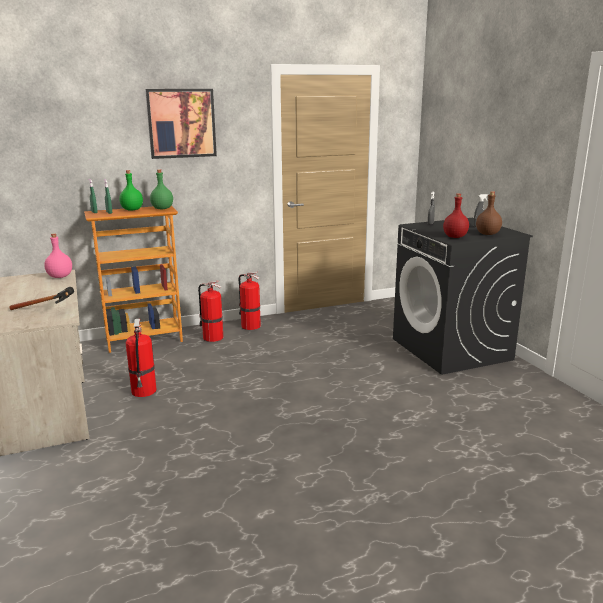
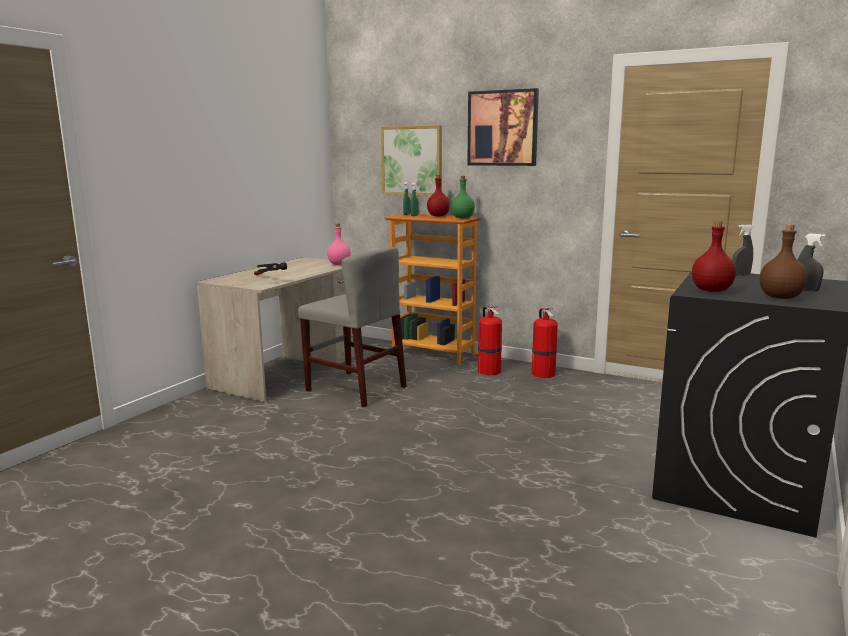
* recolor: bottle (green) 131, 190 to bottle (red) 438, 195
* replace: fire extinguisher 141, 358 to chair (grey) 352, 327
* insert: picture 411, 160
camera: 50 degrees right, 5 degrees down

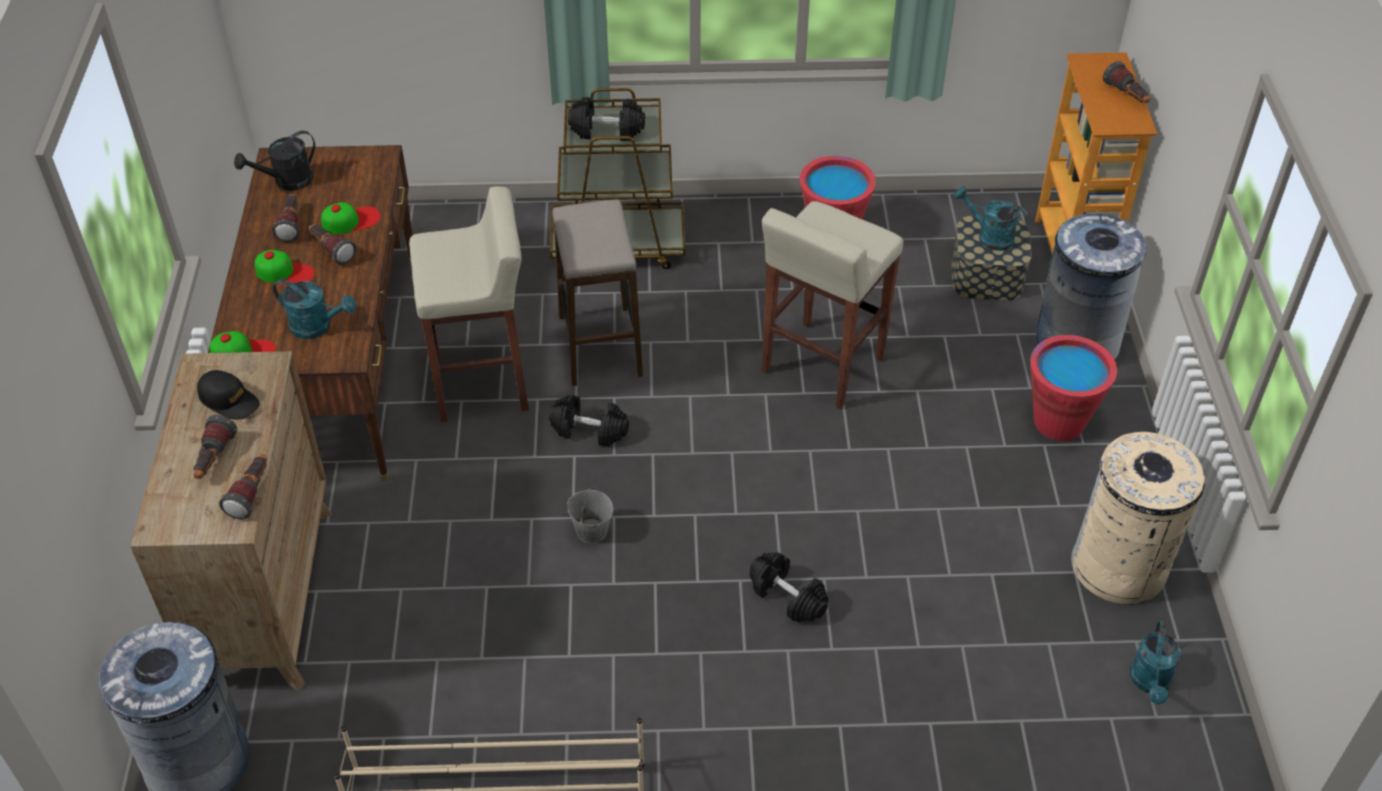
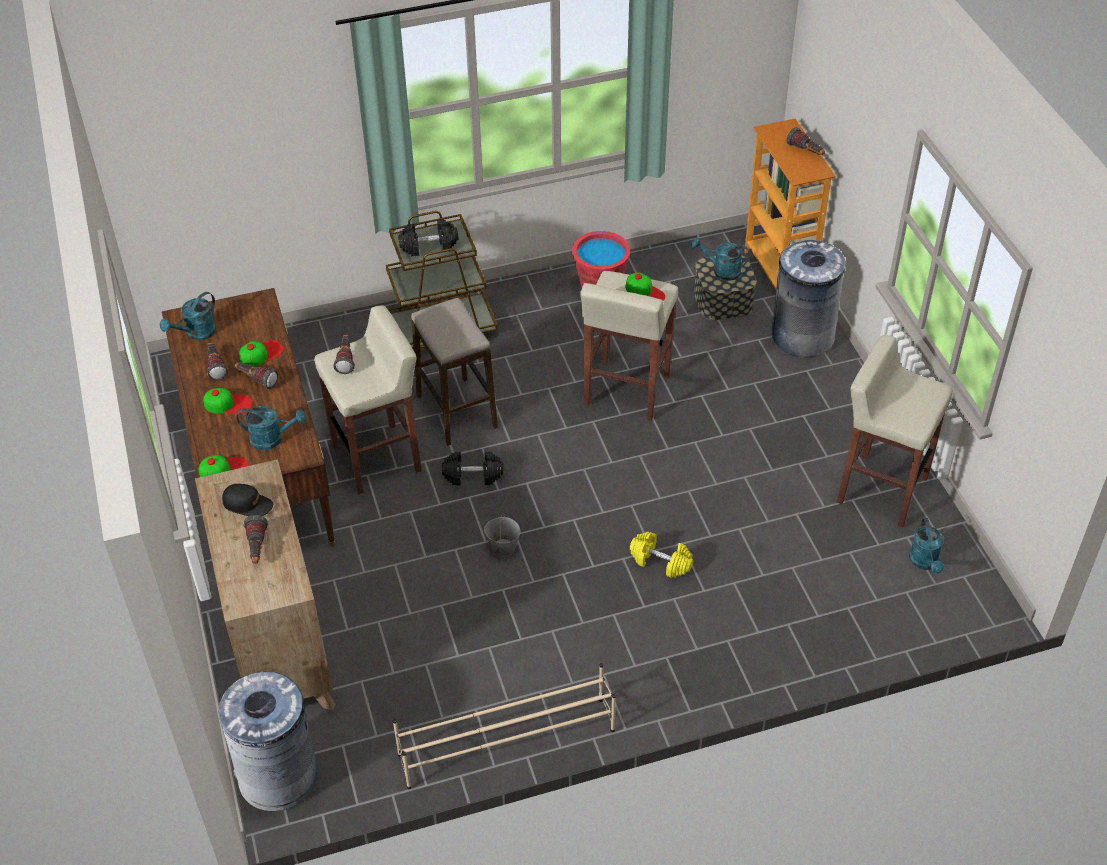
* recolor: watering can (black) 274, 161 to watering can (turquoise) 188, 316
* delete: bucket (red) 1073, 388
* replace: trash can (beige) 1138, 518 to stool (beige) 895, 431
* move: flashlight 243, 486 to 344, 354
* recolor: dumbbell (black) 789, 587 to dumbbell (yellow) 661, 555
* insert: cap 645, 287
camera: 15 degrees left, 0 degrees up

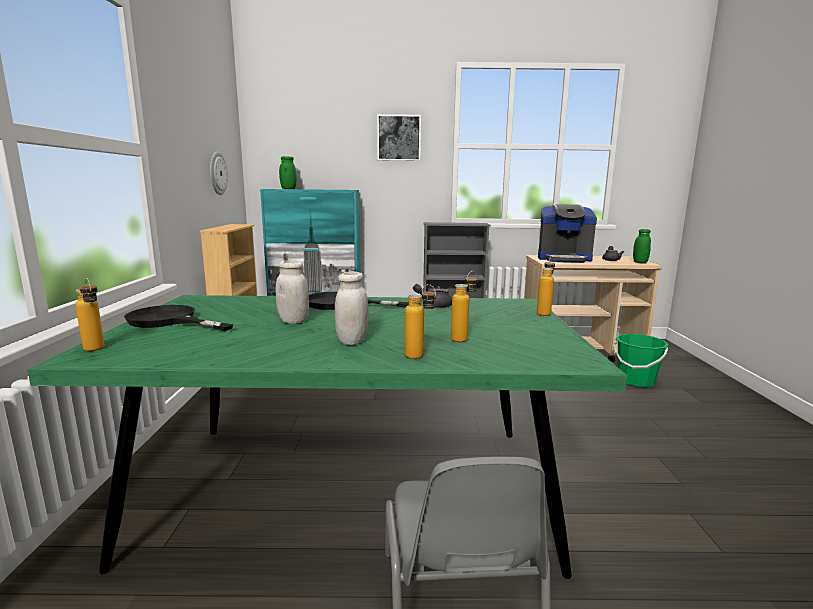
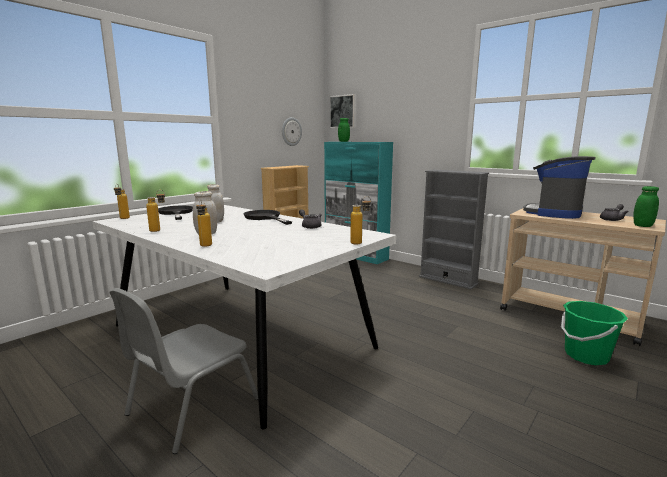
* move: picture 399, 137 to 342, 111
* rotate: coffee machine 567, 233 = 559, 187 75 degrees clockwise
* move: bottle 464, 306 to 155, 211
* recolor: dining table (green) 327, 437 to dining table (white) 244, 317
camera: 40 degrees right, 0 degrees up

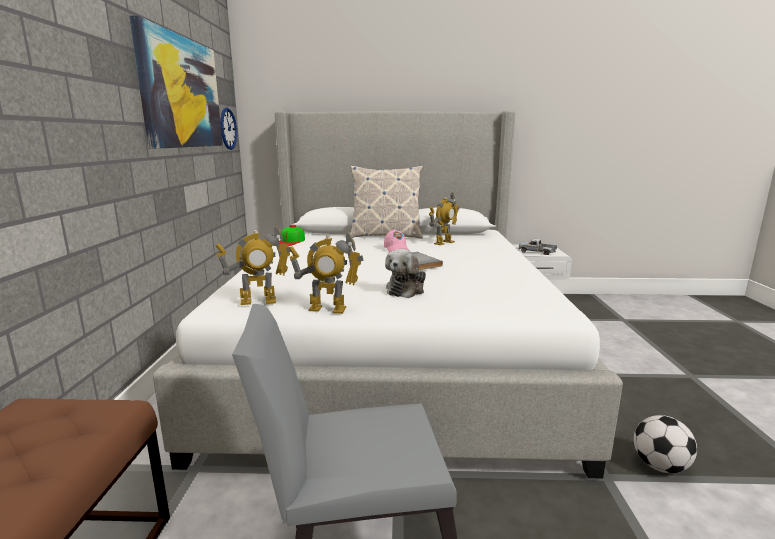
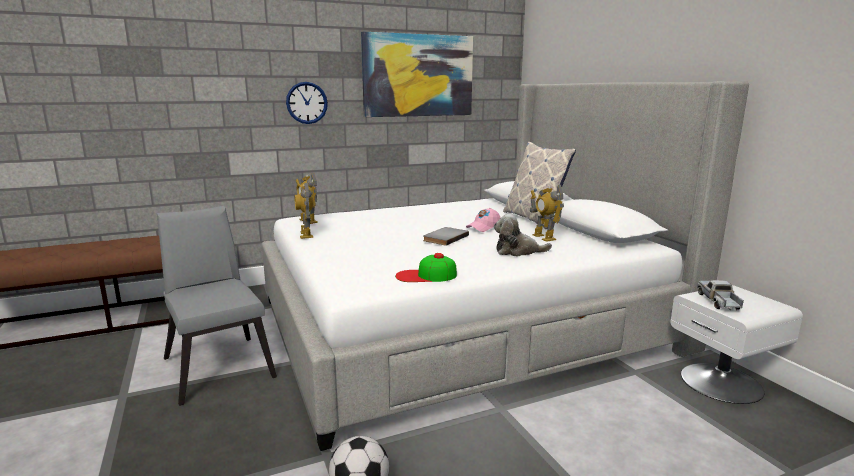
* move: wall clock 228, 129 to 307, 103
* rotate: toy robot 444, 219 = 547, 213 45 degrees clockwise
* move: cap 289, 235 to 426, 267
* move: plush toy 405, 273 to 523, 235
camera: 65 degrees right, 0 degrees up

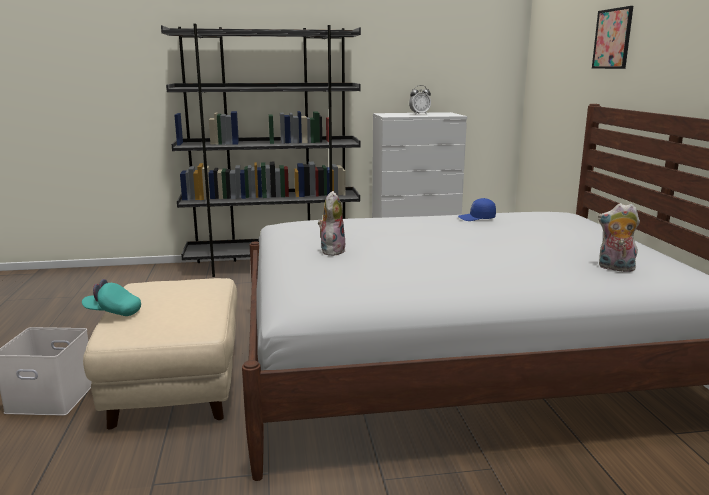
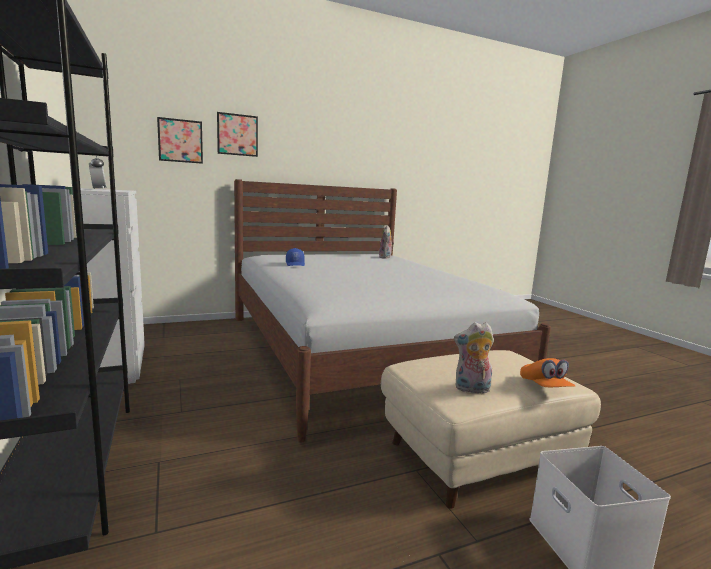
* move: plush toy 331, 223 to 474, 357
* recolor: cap (turquoise) 111, 297 to cap (orange) 547, 372
* insert: picture 180, 140
camera: 105 degrees left, 5 degrees down

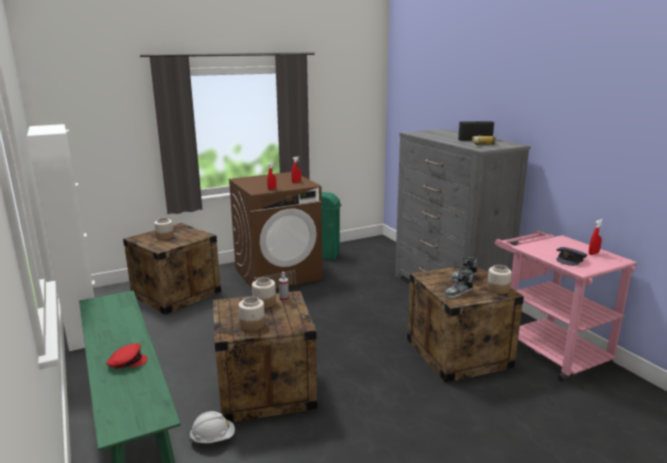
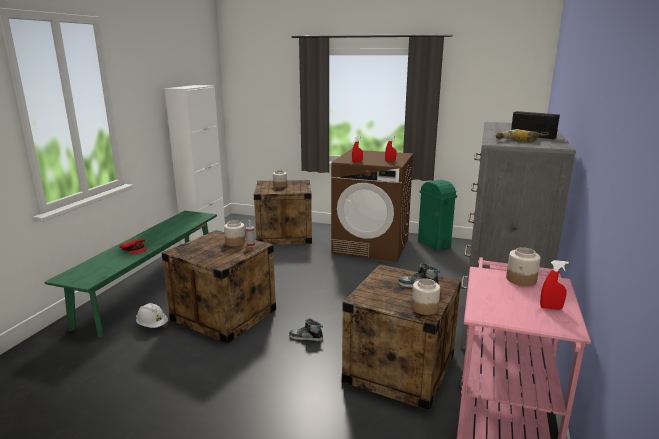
* delete: cap (grey) 572, 256
* move: shoe 459, 284 to 306, 330
* move: jar 252, 314 to 523, 266
camera: 45 degrees right, 0 degrees up

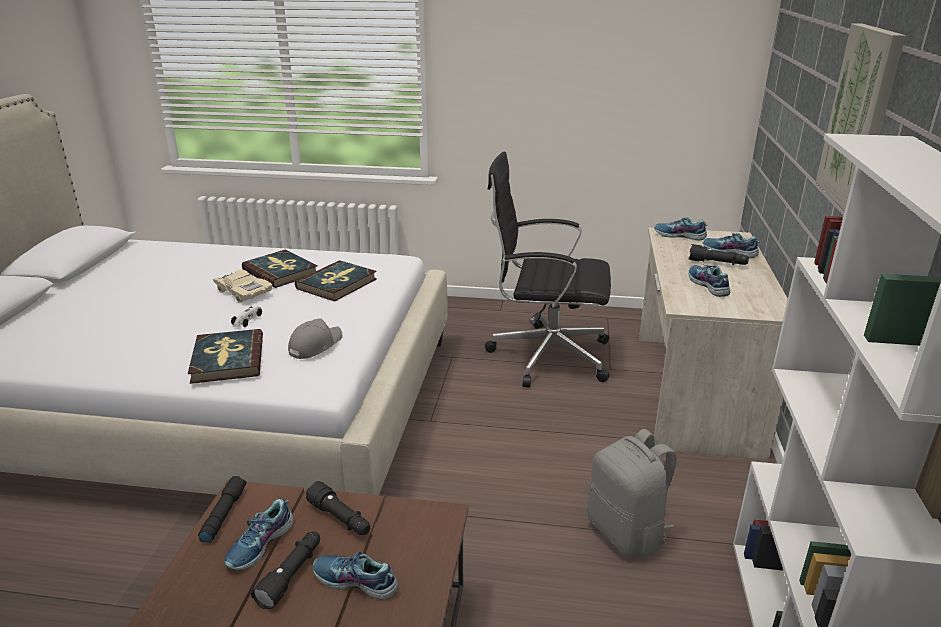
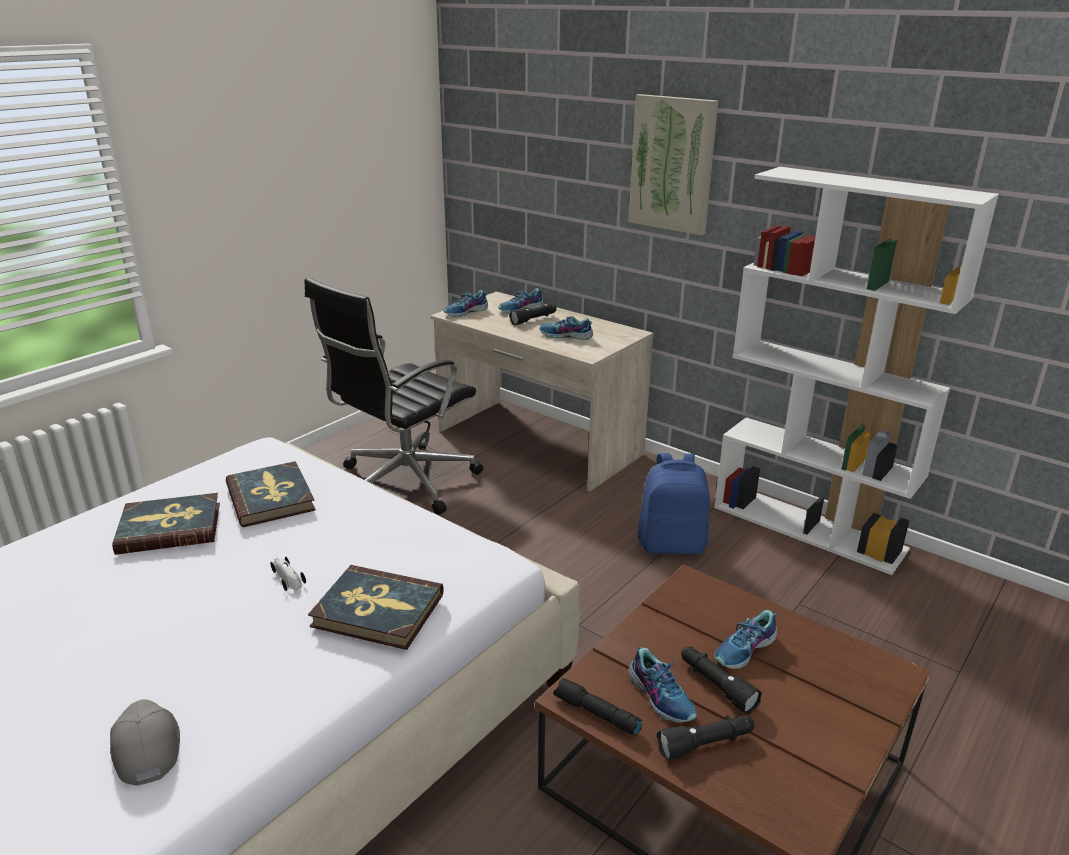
* delete: toy car (beige) 242, 286
* move: cap (grey) 315, 339 to 145, 742
* recolor: backpack (grey) 632, 493 to backpack (blue) 674, 503
* move: flashlight (black) 338, 508 to 705, 737
camera: 60 degrees left, 0 degrees up

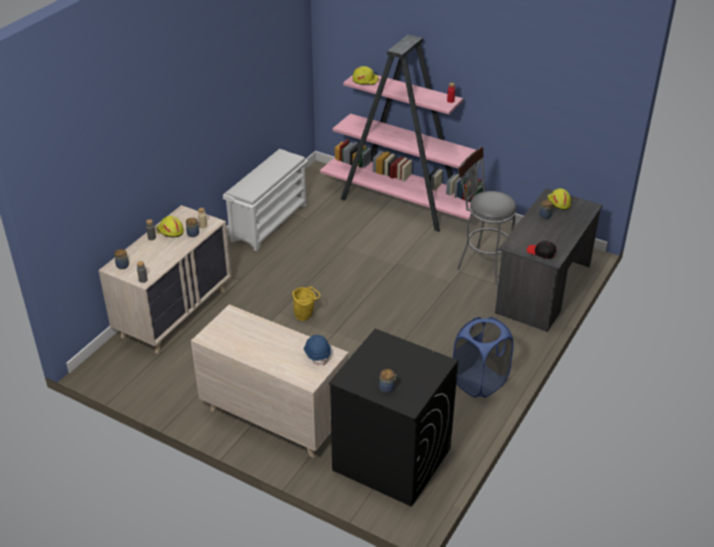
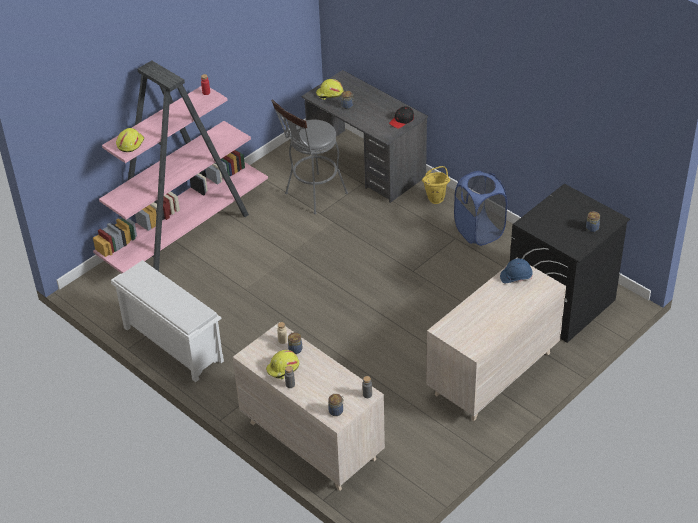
* move: bucket (yellow) 306, 304 to 436, 185
camera: 75 degrees left, 5 degrees up

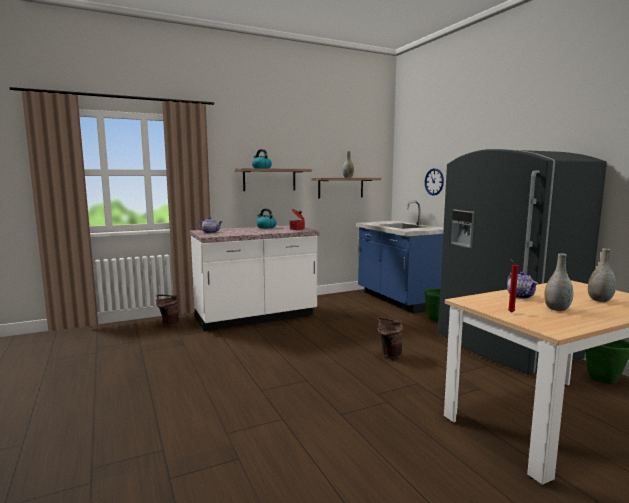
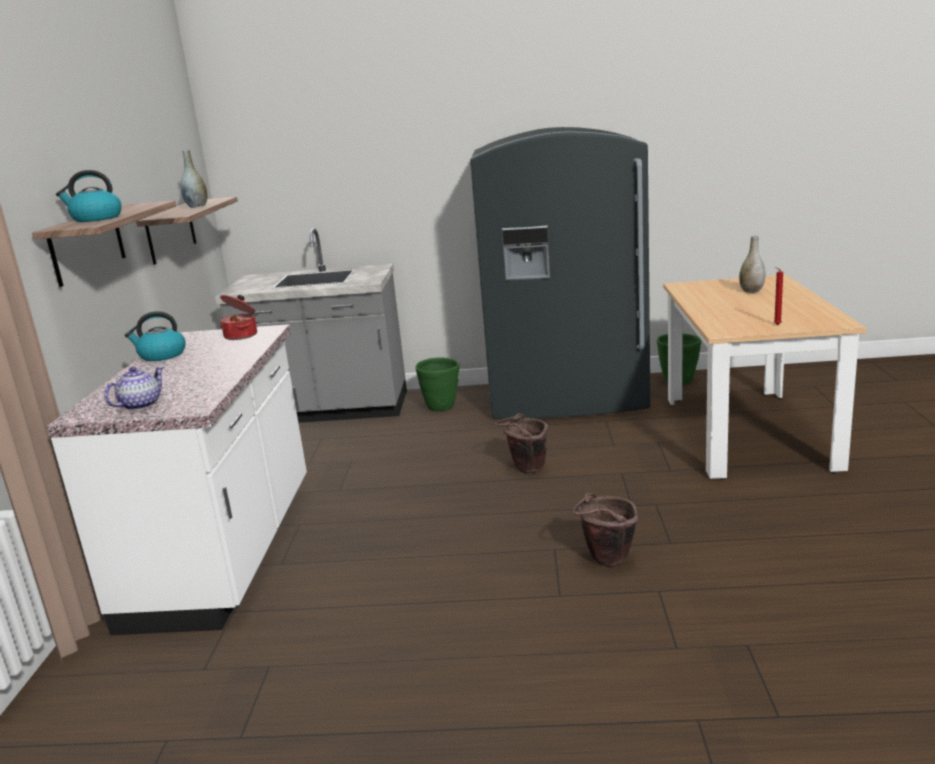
* delete: wall clock 434, 181
* recolor: counter (blue) 400, 257 to counter (grey) 311, 325
* delete: vase (grey) 558, 282
* delete: teapot 522, 285
* move: bucket (brown) 167, 311 to 605, 530
camera: 60 degrees left, 10 degrees up

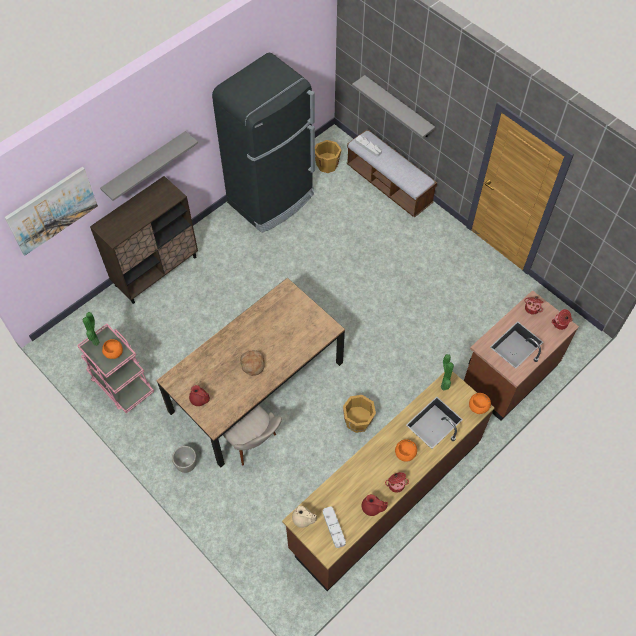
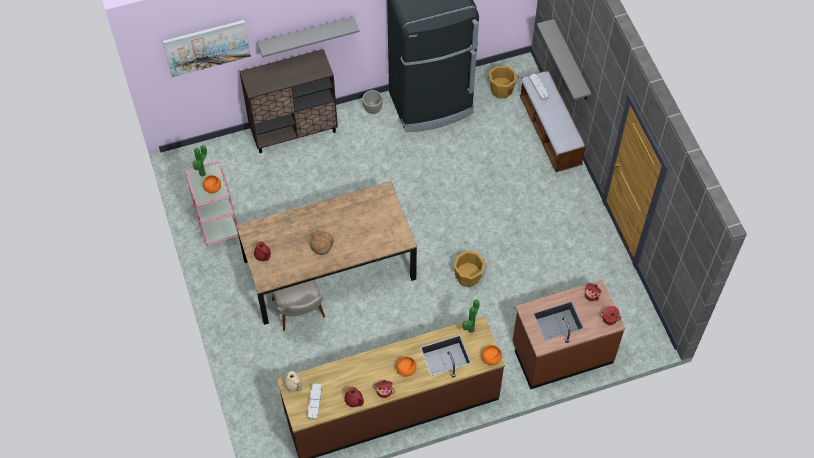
* move: bucket (orange) 359, 414 to 469, 268
* move: planter (grey) 184, 459 to 372, 102
camera: 25 degrees right, 0 degrees up

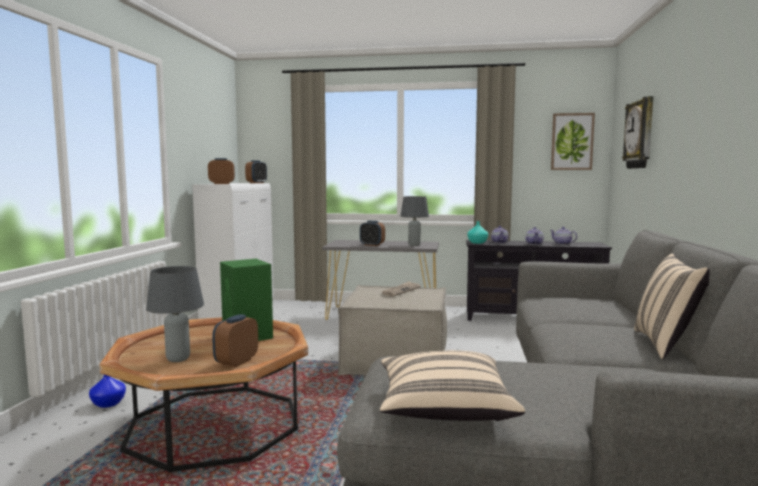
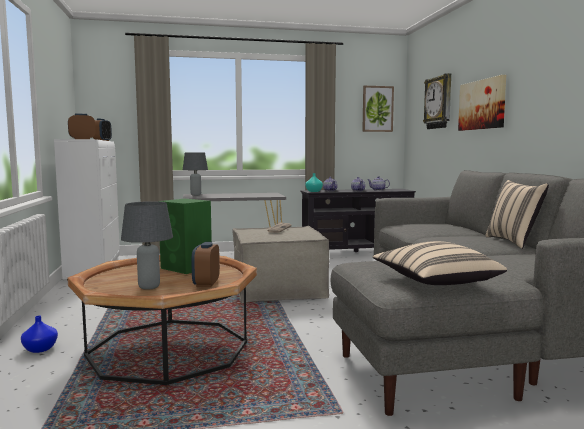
* move: table lamp (grey) 414, 221 to 195, 174
* delete: alarm clock 372, 233
* insert: picture 482, 103
camera: 20 degrees left, 0 degrees up

